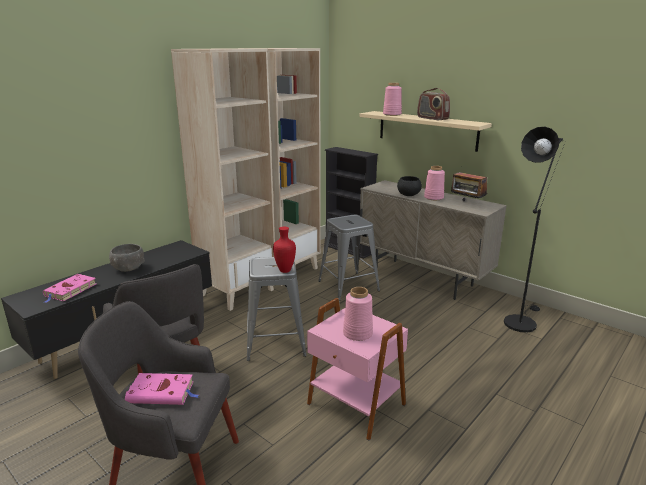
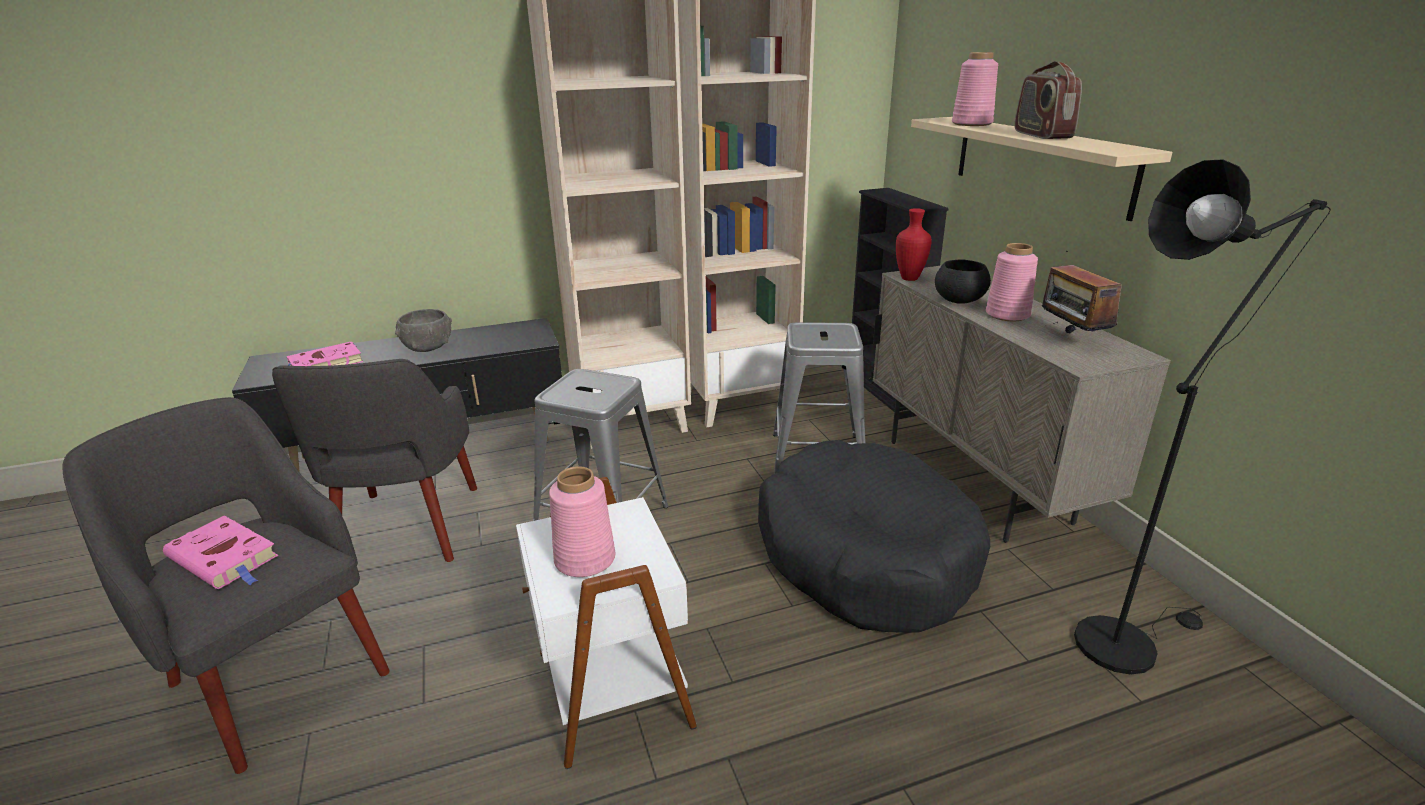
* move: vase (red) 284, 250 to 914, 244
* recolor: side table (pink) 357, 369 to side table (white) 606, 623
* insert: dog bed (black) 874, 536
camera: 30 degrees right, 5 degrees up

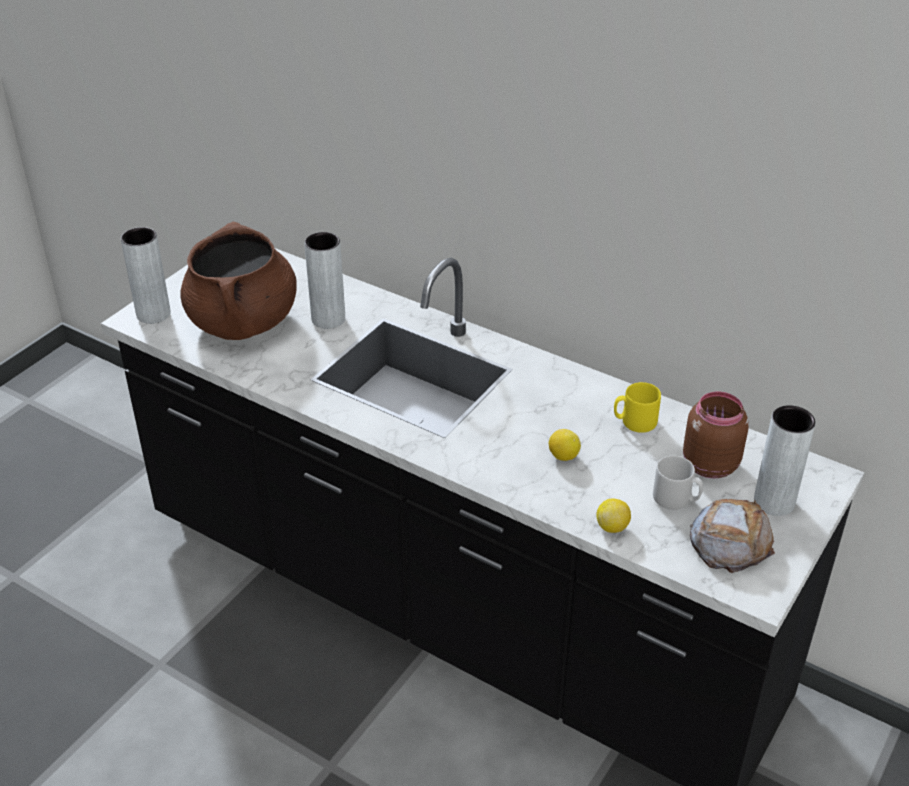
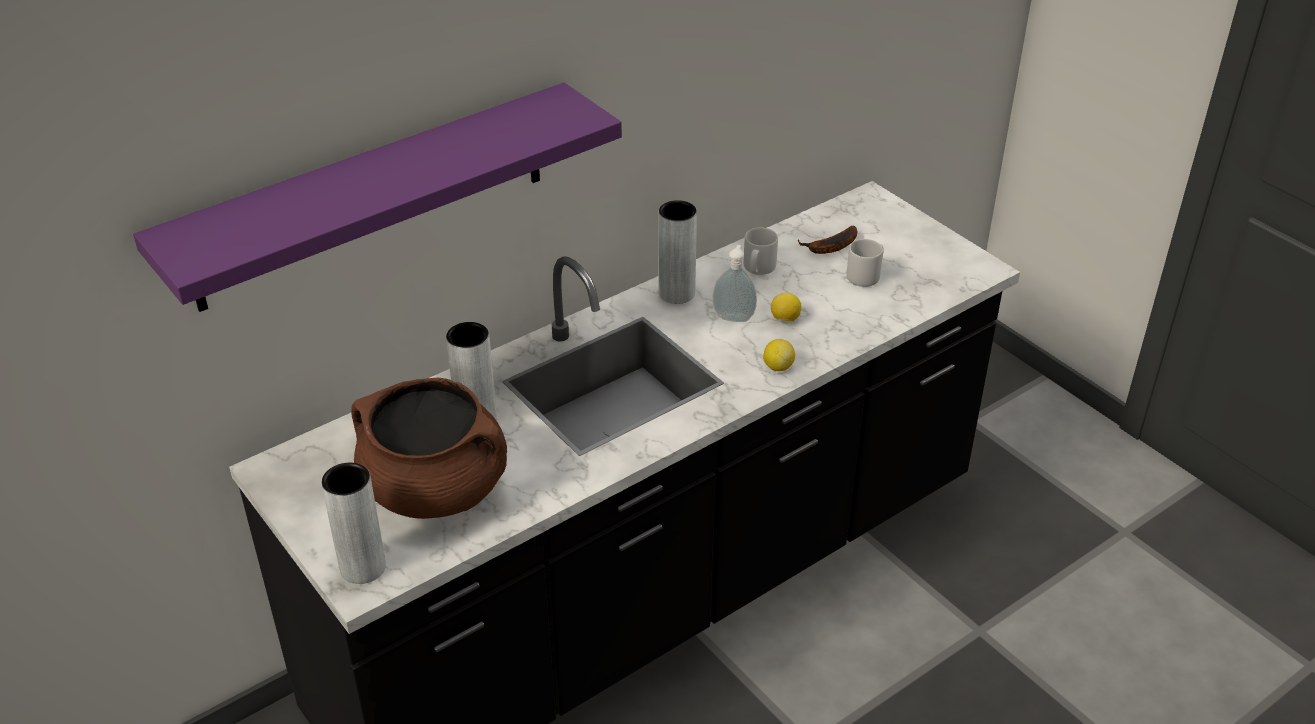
* recolor: mug (yellow) 637, 407 to mug (grey) 760, 251
* replace: jar (brown) 716, 434 to banana 828, 240
* move: vase (grey) 785, 460 to 678, 252
* move: lemon 613, 516 to 779, 355
* delete: bread 732, 536
* insert: shelf (purple) 377, 197
* insert: soap dispenser 735, 283
camera: 70 degrees left, 0 degrees up

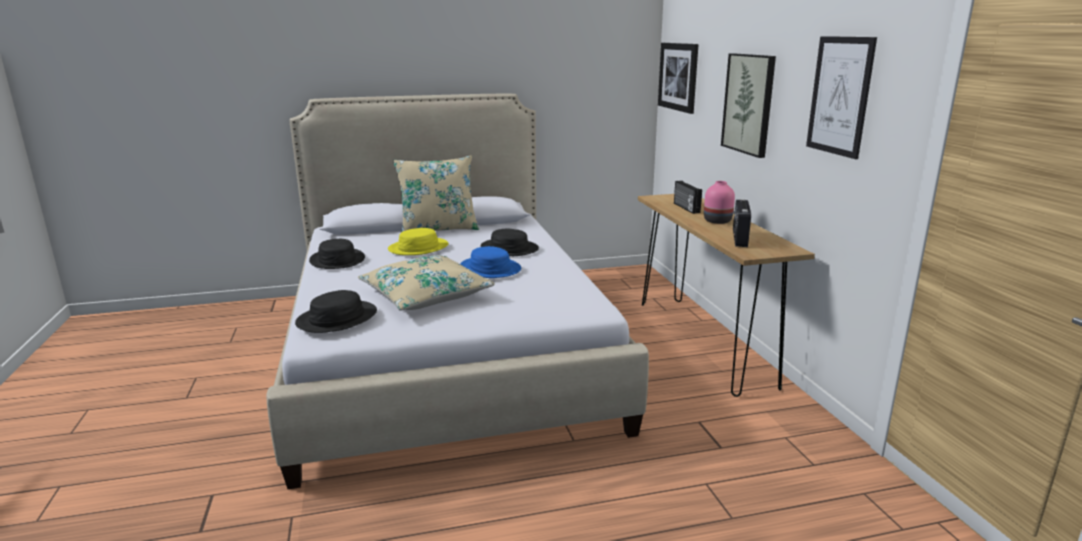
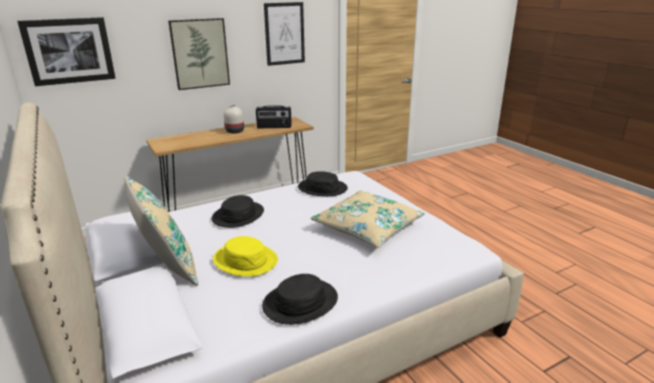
* delete: radio 688, 197
* recolor: vase (pink) 719, 202 to vase (white) 234, 119
* delete: hat (blue) 490, 262
* move: hat (black) 336, 311 to 323, 183
camera: 105 degrees left, 5 degrees up

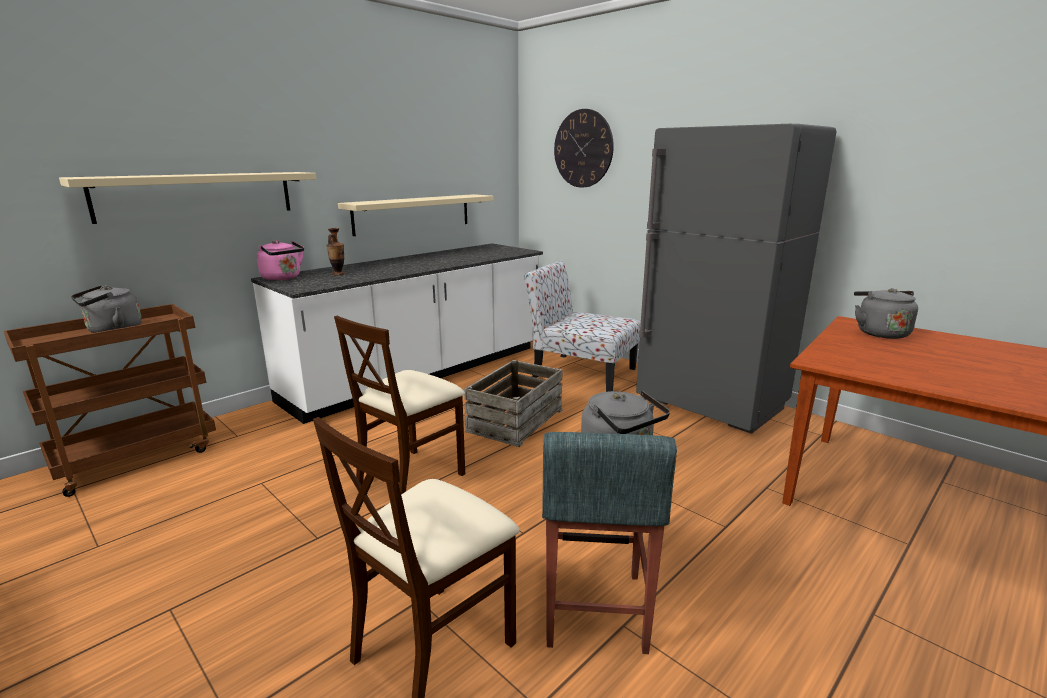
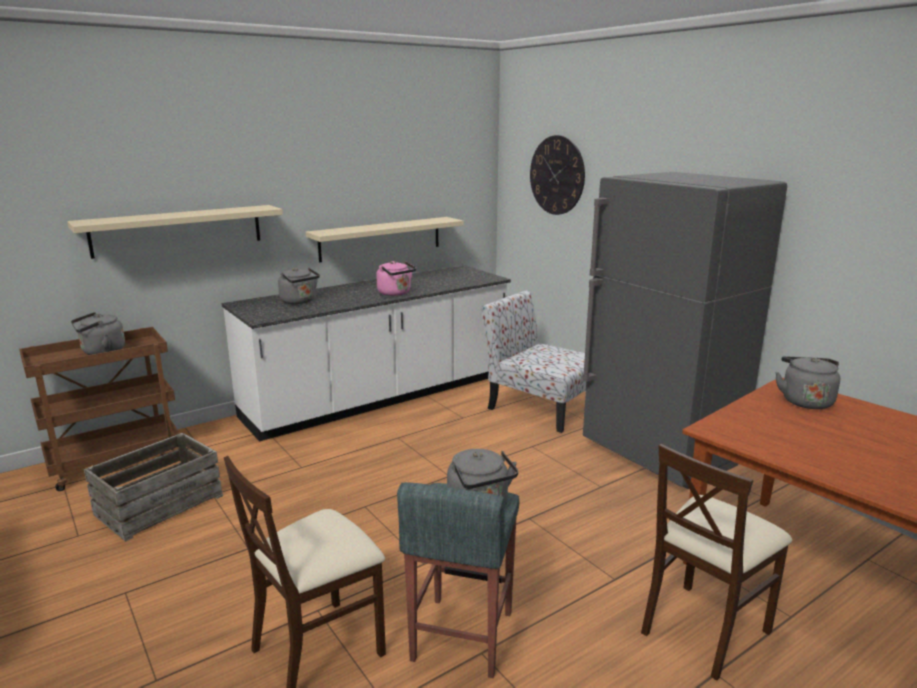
* replace: vase 335, 251 to kettle (grey) 299, 286
* move: kettle (pink) 280, 260 to 396, 278
* move: chair (beige) 399, 405 to 716, 562
* move: crate 513, 403 to 153, 487
camera: 10 degrees right, 0 degrees up

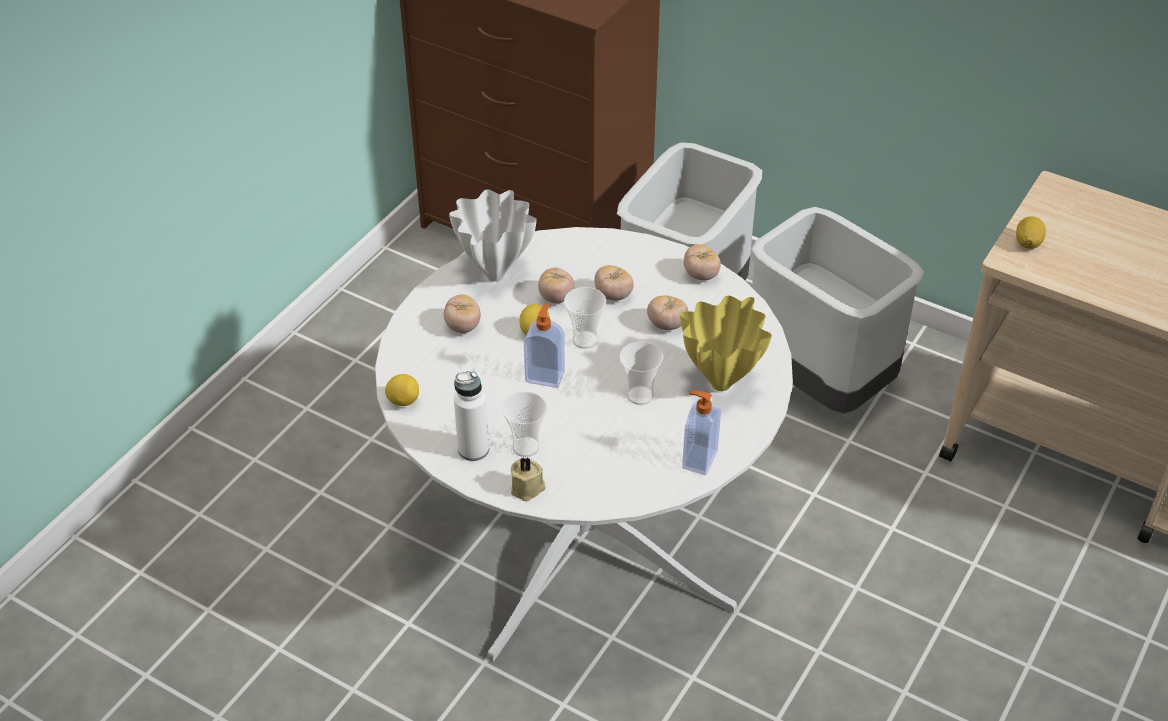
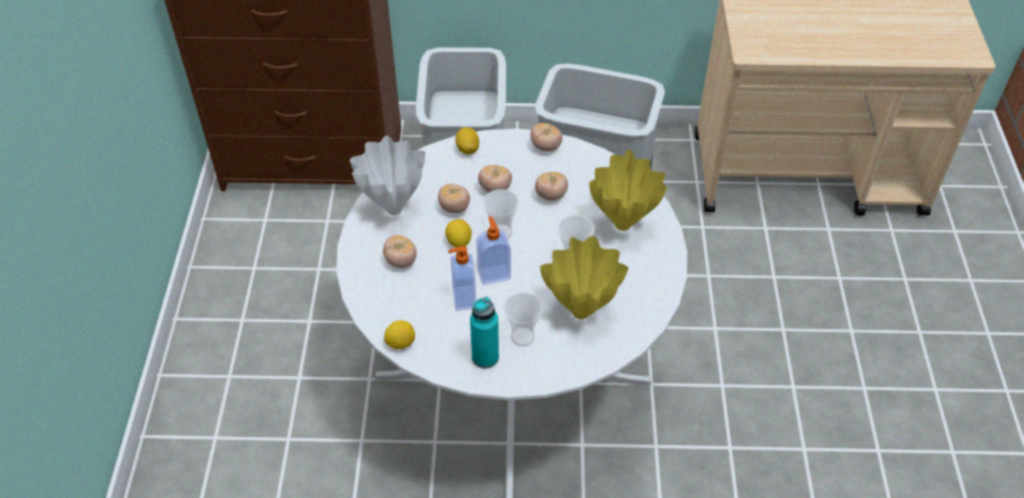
* move: lemon 1031, 232 to 467, 140
* recolor: bottle (white) 471, 416 to bottle (turquoise) 484, 333
* move: soap dispenser 701, 433 to 462, 278
* delete: candle (beige) 528, 478
* insert: vase (yellow) 584, 277
camera: 30 degrees left, 5 degrees up

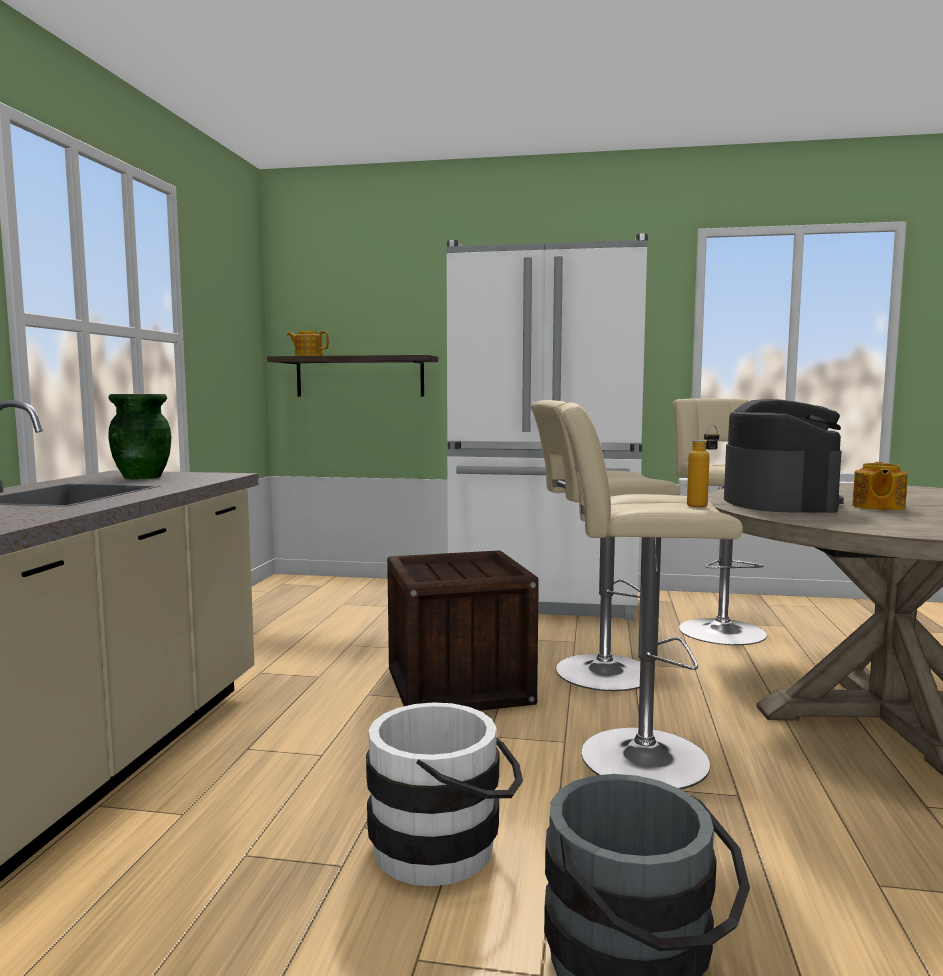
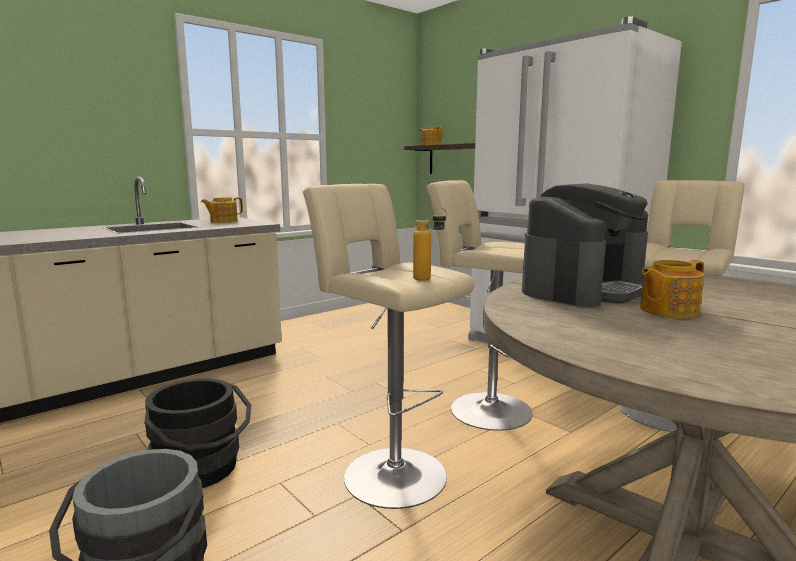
* replace: vase (green) 139, 436 to teapot 222, 210
* delete: crate 463, 630
* recolor: bucket (white) 444, 794 to bucket (black) 198, 433
camera: 40 degrees right, 5 degrees up

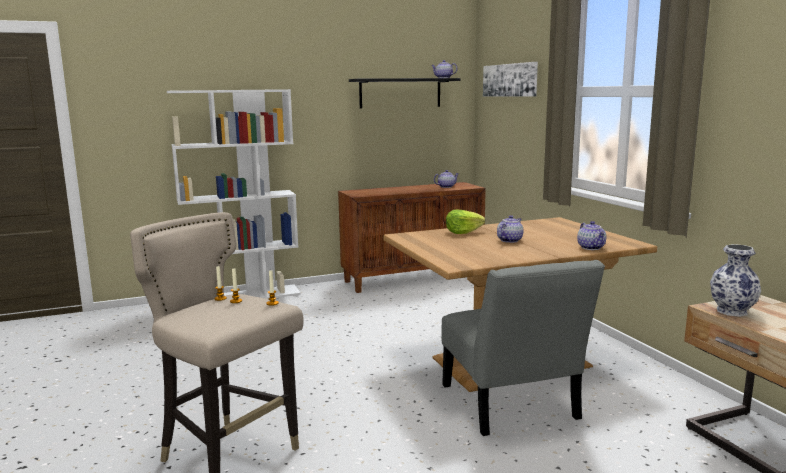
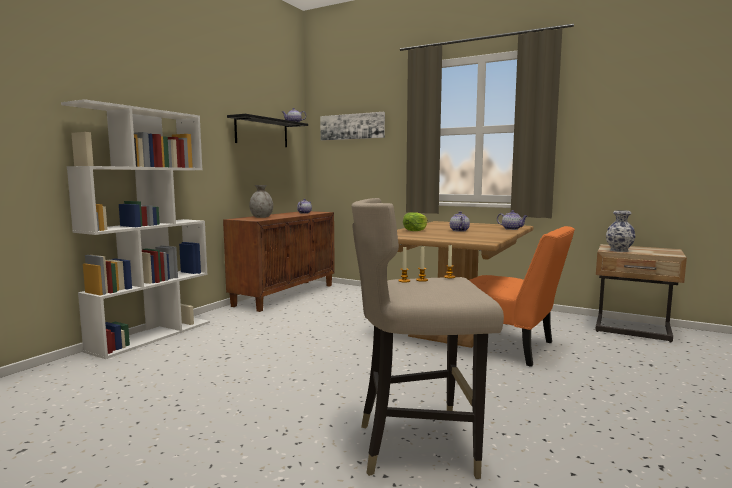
* recolor: chair (grey) 523, 348 to chair (orange) 522, 296
* insert: vase (grey) 261, 201
camera: 40 degrees left, 5 degrees down

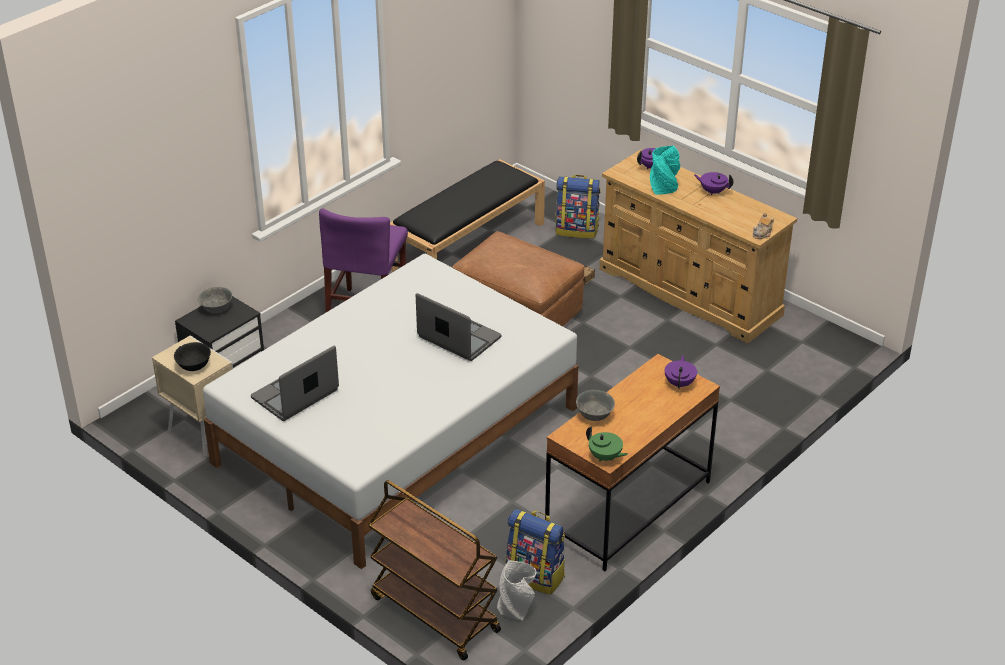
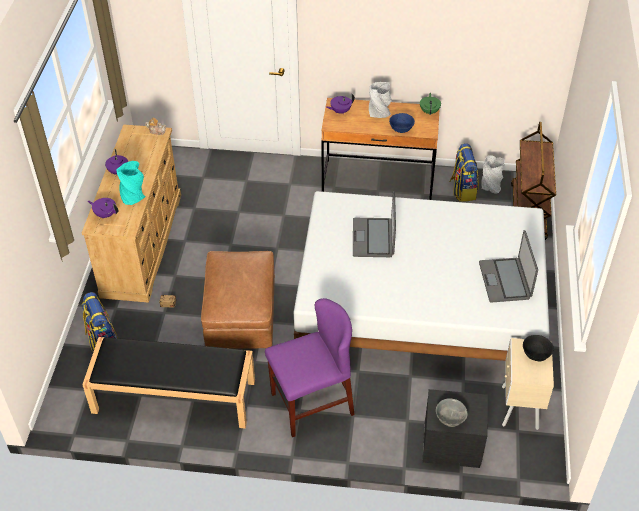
* rotate: laptop 295, 383 = 508, 266 75 degrees clockwise
* recolor: bowl (grey) 595, 405 to bowl (blue) 402, 123
* insert: vase (grey) 380, 100
camera: 125 degrees left, 10 degrees up

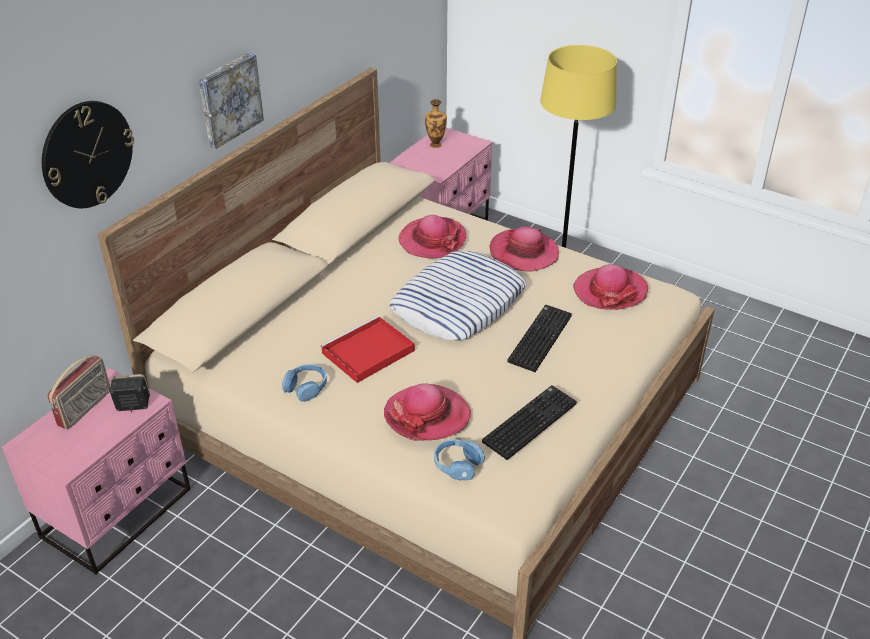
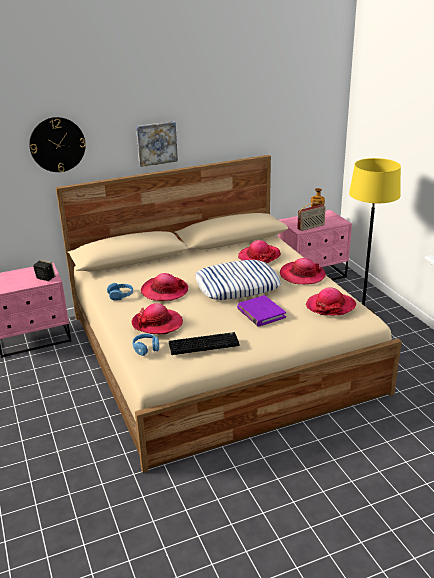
* replace: keyboard 539, 338 to book (purple) 261, 311
* replace: tray (red) 367, 349 to hat 164, 287
* move: radio 78, 392 to 311, 216
camera: 35 degrees right, 10 degrees down

